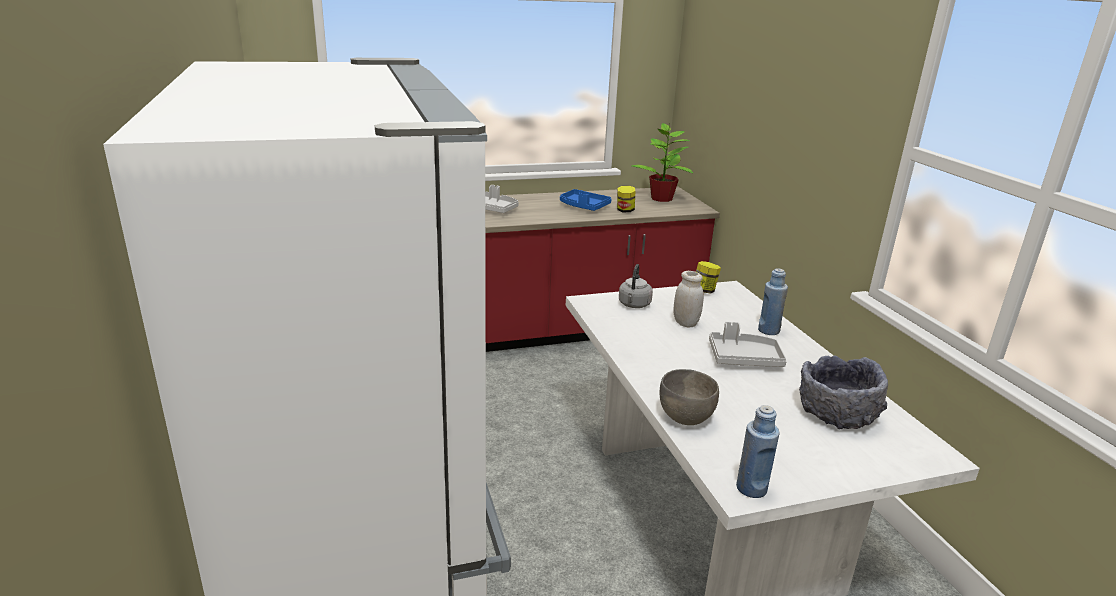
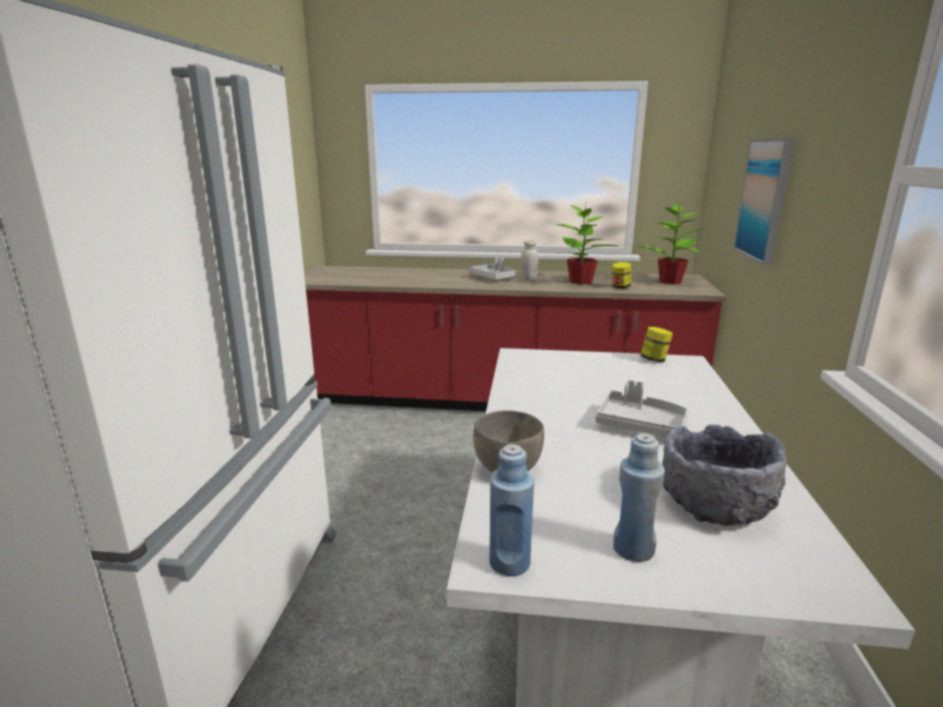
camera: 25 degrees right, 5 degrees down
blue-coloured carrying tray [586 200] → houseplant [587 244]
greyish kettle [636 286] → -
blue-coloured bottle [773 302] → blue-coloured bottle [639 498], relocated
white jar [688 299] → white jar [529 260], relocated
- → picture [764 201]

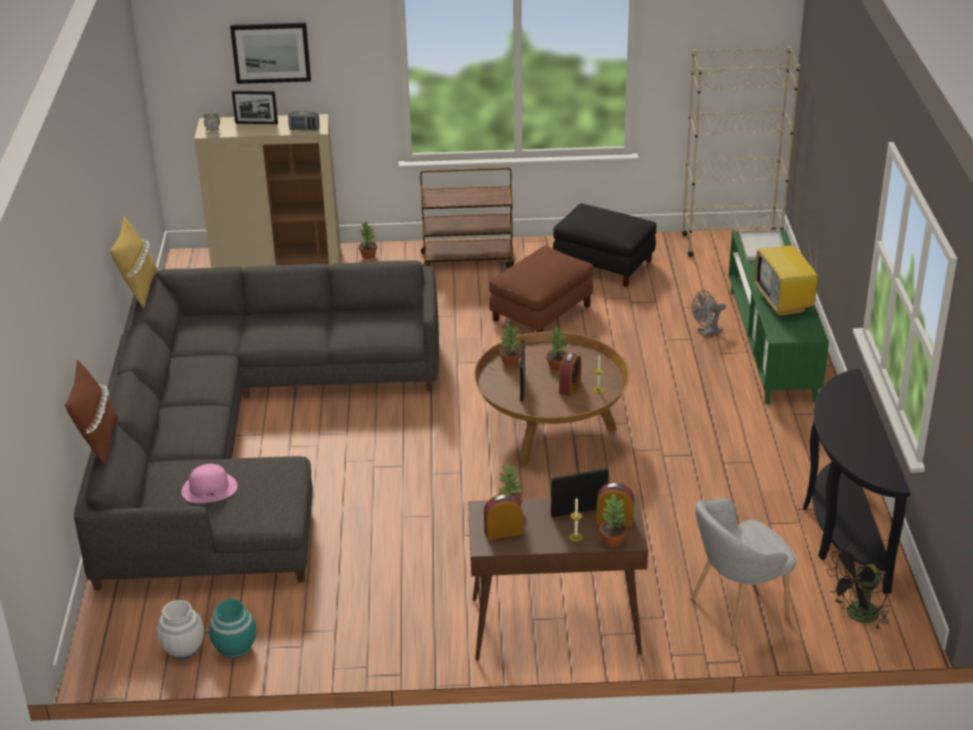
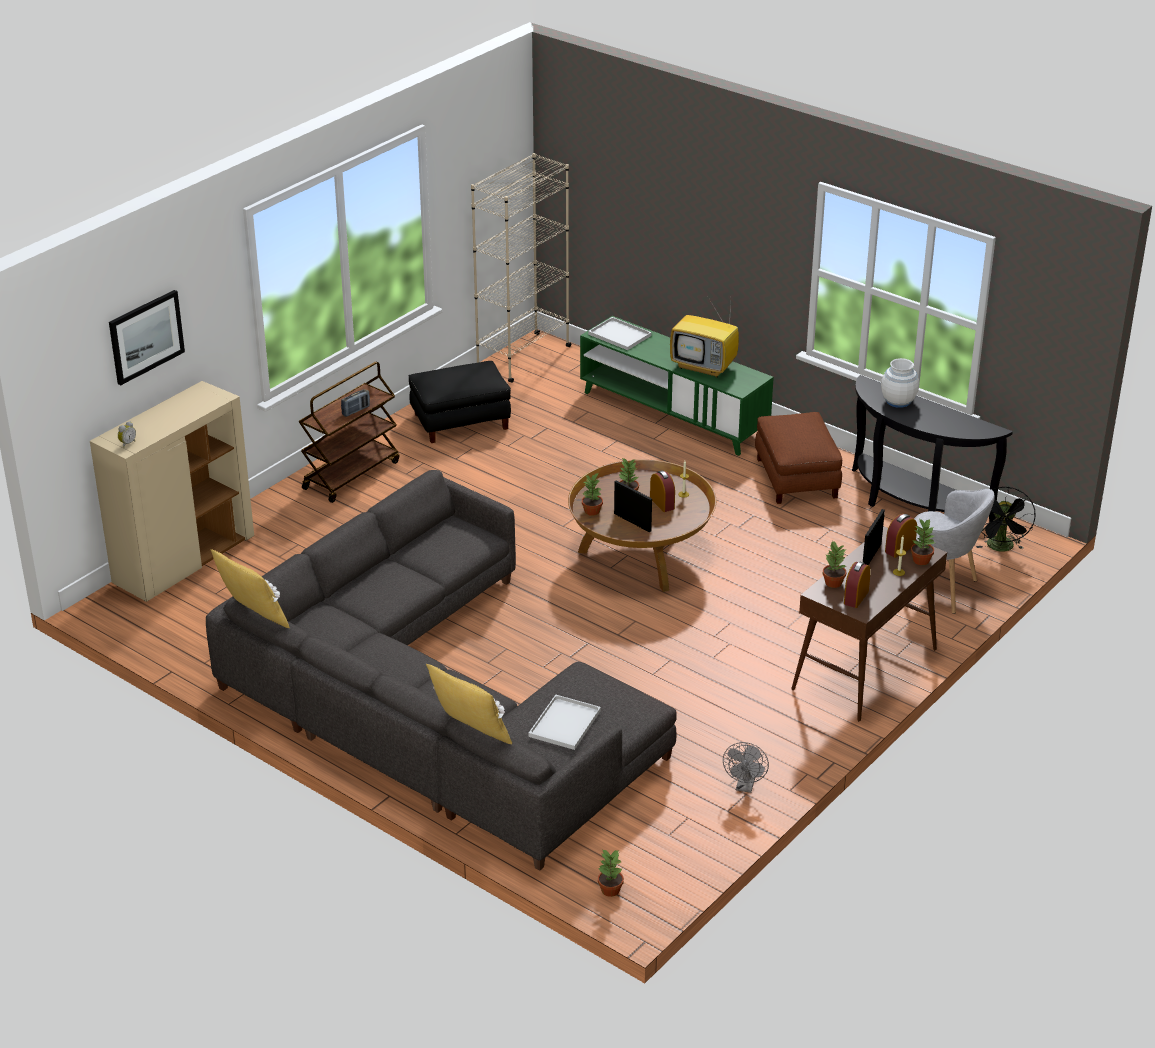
camera: 50 degrees left, 0 degrees up
picture frame [255 107] → -
radio receiver [304 121] → radio receiver [355 403], relocated
houseplant [368 240] → houseplant [611 873], relocated
brown footrest [541 289] → brown footrest [798 458], relocated
greyish cooling fan [709 313] → greyish cooling fan [746 767], relocated
brown throw pillow [91 413] → yellow throw pillow [469 704]
pinkish clothing hat [209 483] → white carrying tray [565 722]
greyish armchair [744 571] → greyish armchair [954 551], 75 degrees counterclockwise
turquoise vase [232 628] → -
white vase [180 629] → white vase [900 383], relocated

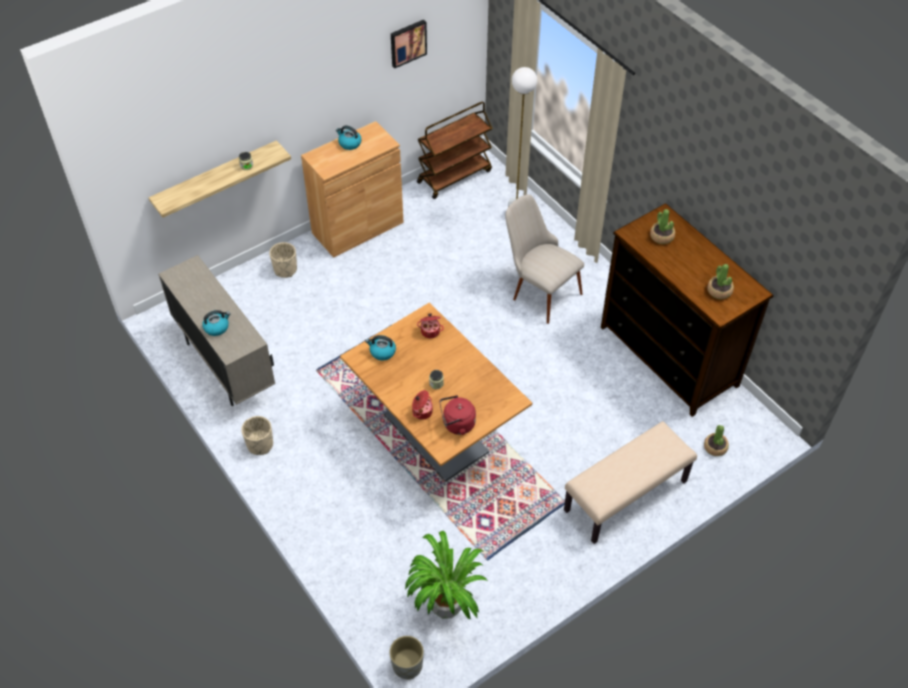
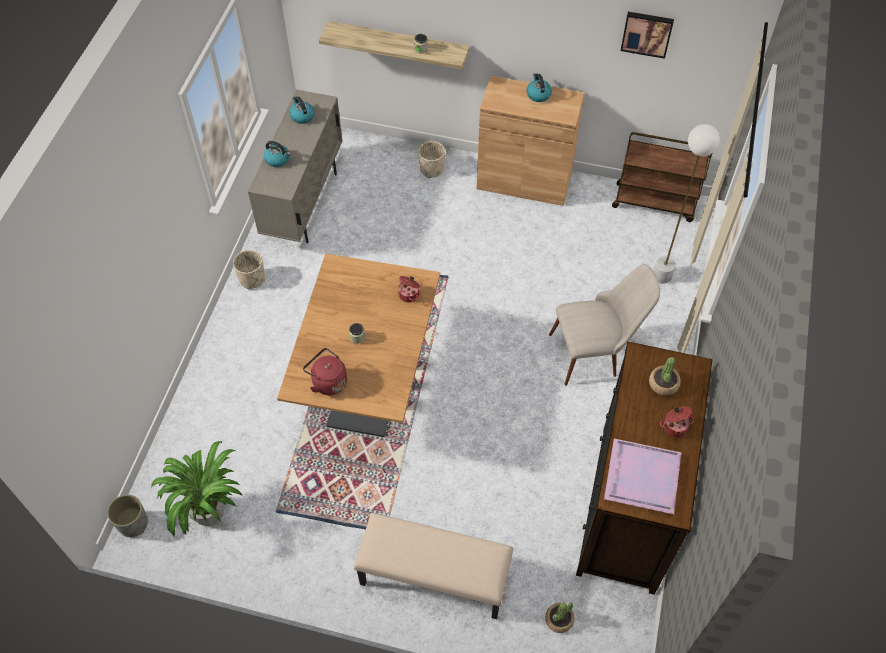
camera: 50 degrees right, 5 degrees up
sand-coloured chair [544 259] → sand-coloured chair [604 325], 75 degrees clockwise
houseplant [720 281] → purple carrying tray [642 476]
kettle [380 347] → kettle [302 110], relocated
stockpot [422 405] → stockpot [677 422], relocated

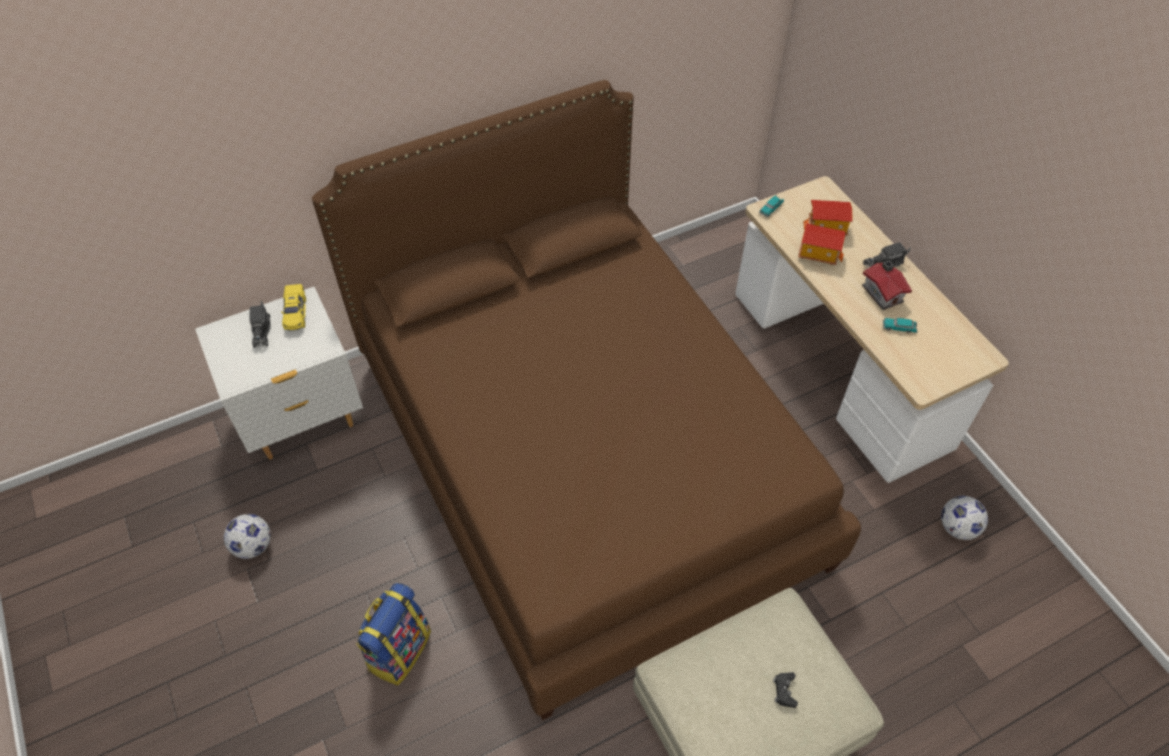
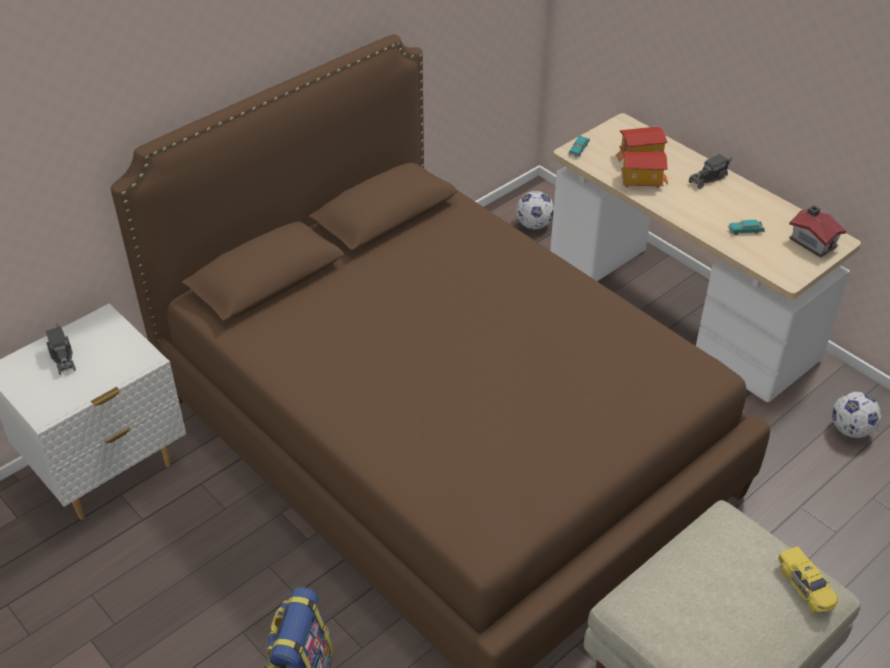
camera: 15 degrees left, 10 degrees down
model house [887 285] → model house [817 231], relocated
yellow miniature car [293 307] → yellow miniature car [808 580], relocated
football [247 536] → football [535 210], relocated
blackish gamepad [785 690] → -

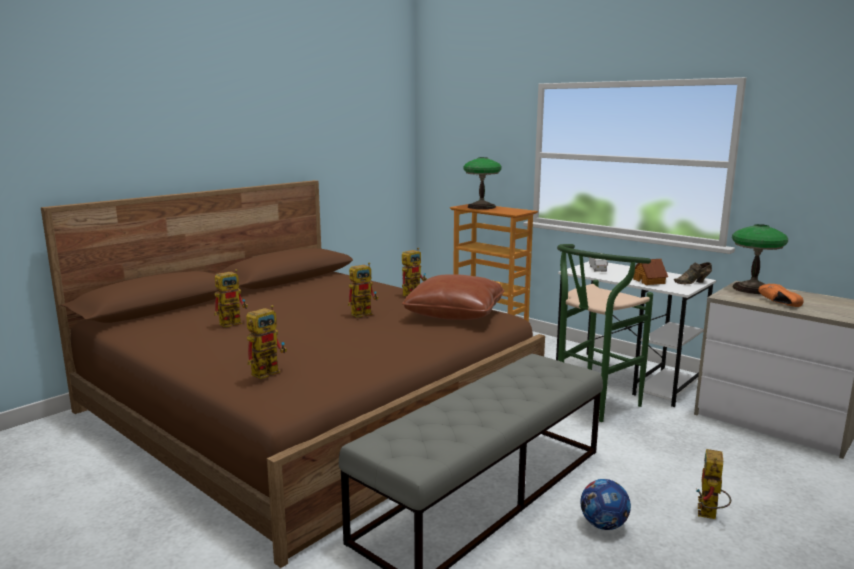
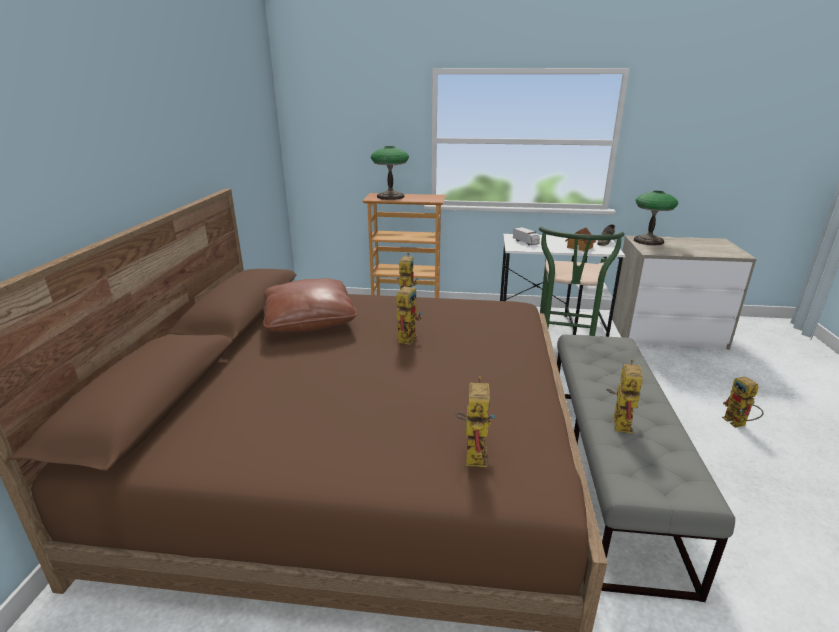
camera: 35 degrees left, 10 degrees up
toy robot [231 298] → toy robot [624 396], relocated
brown throw pillow [453 297] → brown throw pillow [310 305], relocated
orangey low shoe [781 295] → -
football [606 504] → -

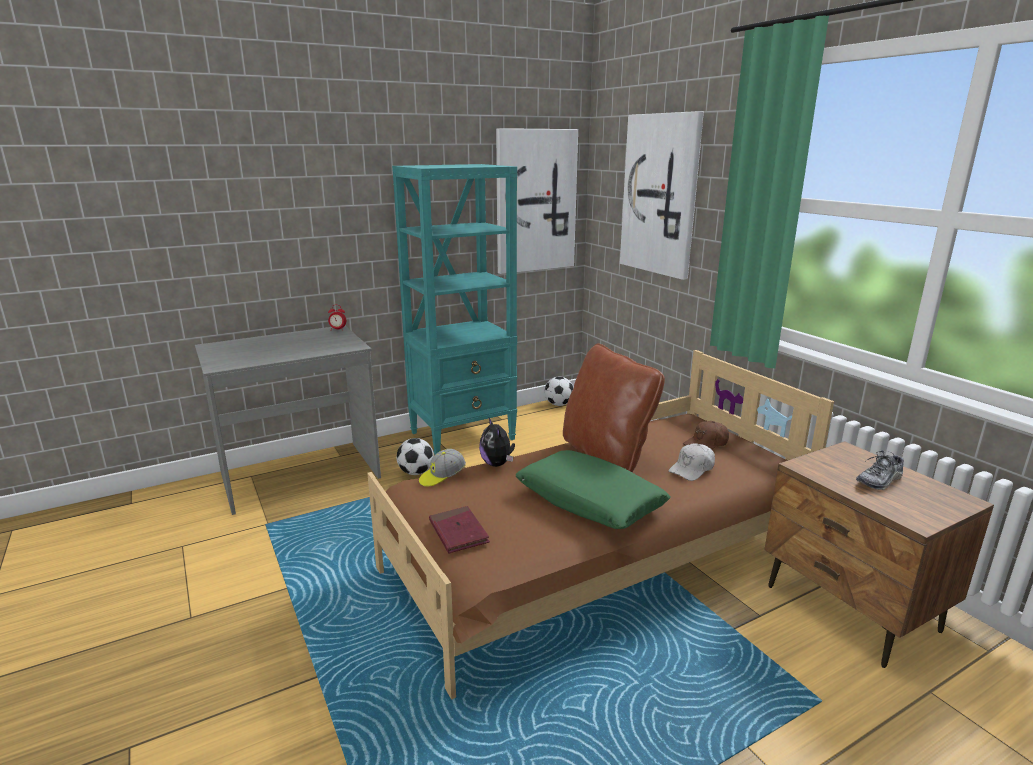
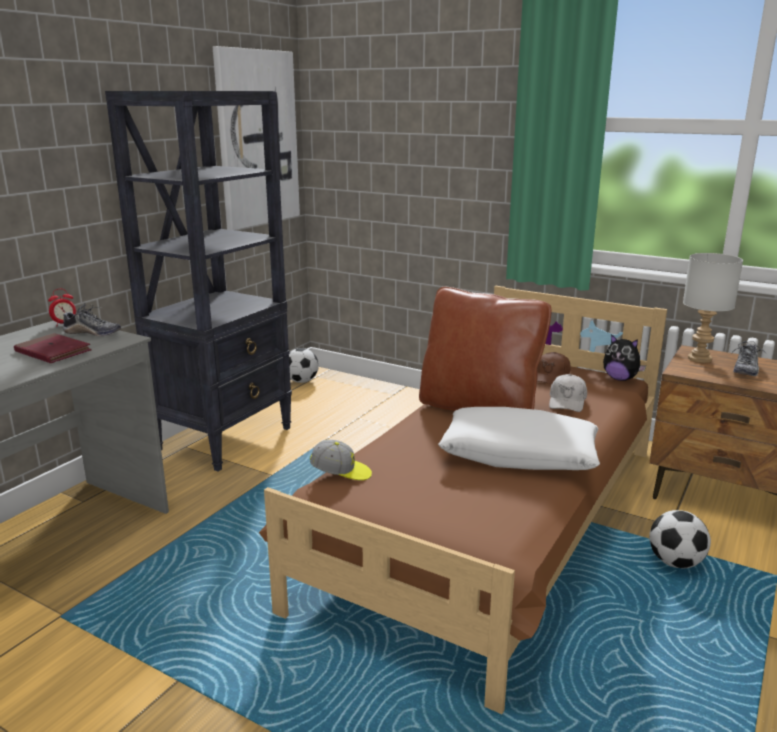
camera: 30 degrees left, 0 degrees up
picture [662 195] → -
turquoise bookshelf [454 309] → blackish bookshelf [198 281]
soft toy [497 442] → soft toy [624 357], relocated
football [415 456] → football [680 539], relocated
peaked cap [442 468] → peaked cap [341 460], 105 degrees counterclockwise
greenish throw pillow [593 489] → white throw pillow [519 438]
reddish book [459 529] → reddish book [53 348], relocated
- → greyish lamp for a table [713 308]
- → low shoe [92 319]

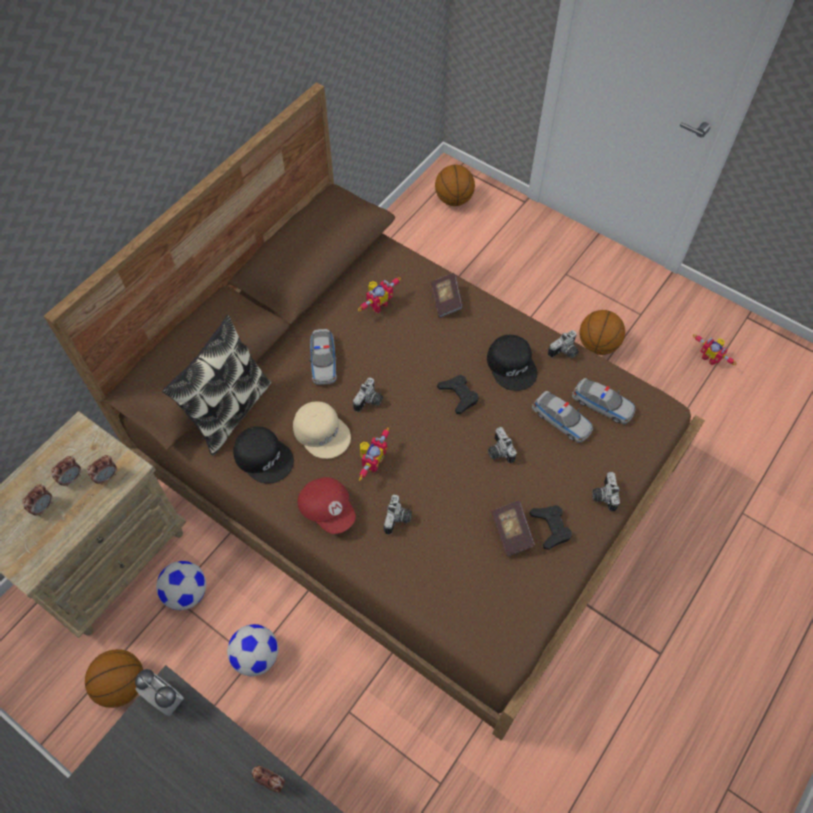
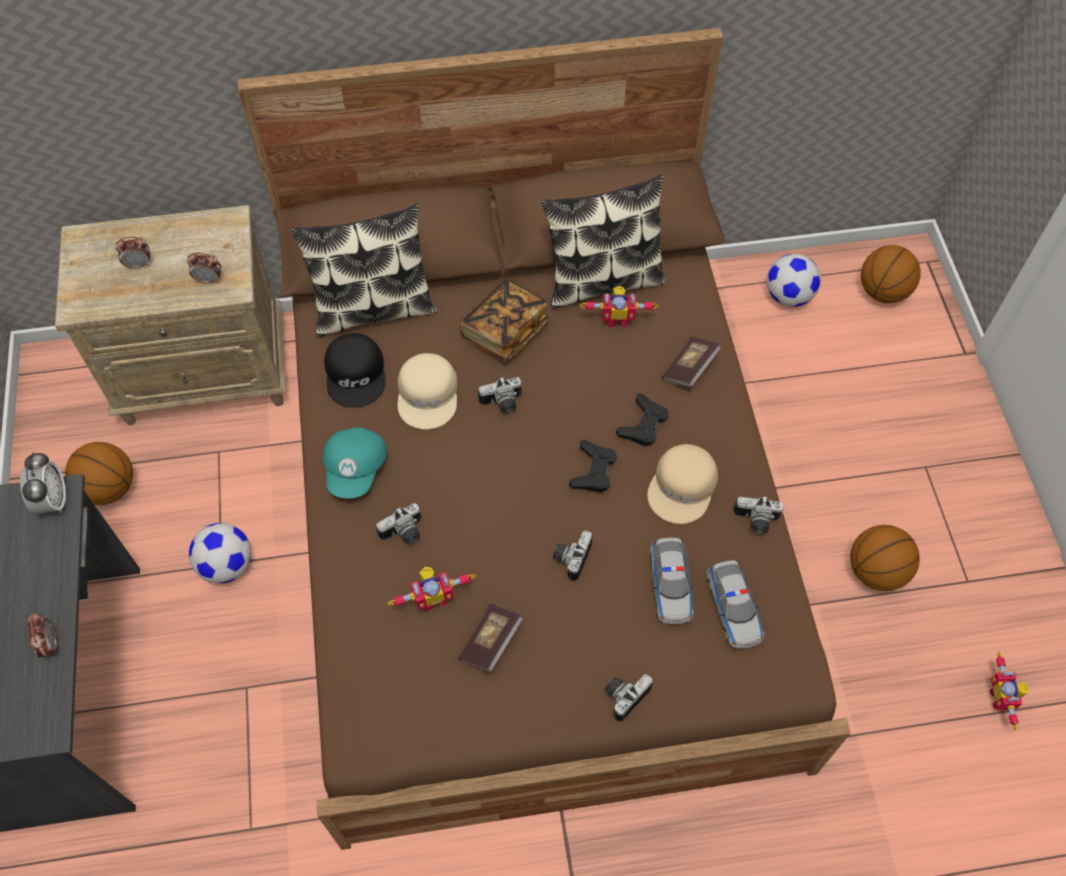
camera: 45 degrees right, 0 degrees up
miniature car [323 357] → book [504 320]
blackish peaked cap [512 363] → sand-coloured peaked cap [682 484]
toy robot [374 453] → toy robot [431 589], relocated
alarm clock [66 471] → -
reddish peaked cap [327 505] → turquoise peaked cap [354 463]
blackish gamepad [550 527] → blackish gamepad [642 420], relocated
football [181 585] → football [794 280], relocated
- → throw pillow [603 242]

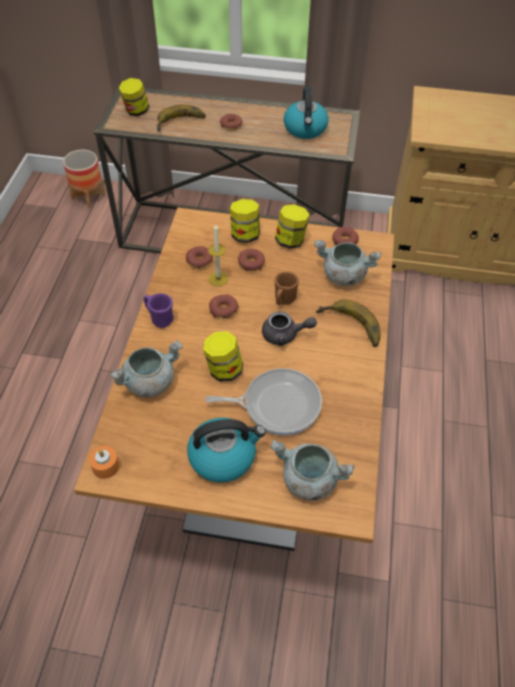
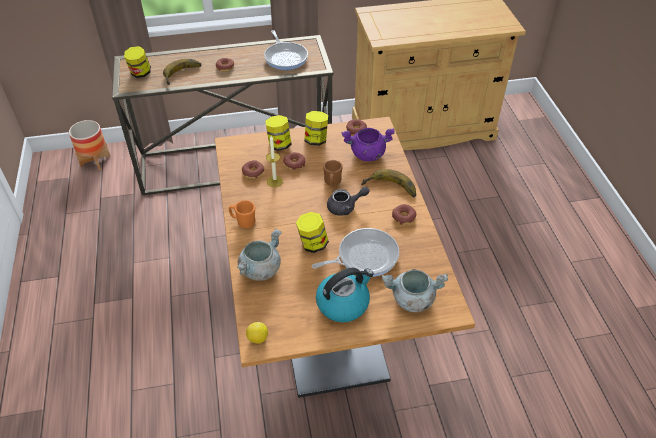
camera: 20 degrees left, 5 degrees down
kettle [306 113] → skillet [286 50]
greyish stockpot [347 263] → purple stockpot [368 144]
purple tea mug [158 310] → orangey tea mug [242 214]
doughnut [224 306] → doughnut [404 214], relocated
orangey wax candle [104 462] → whole lemon [257 333]

